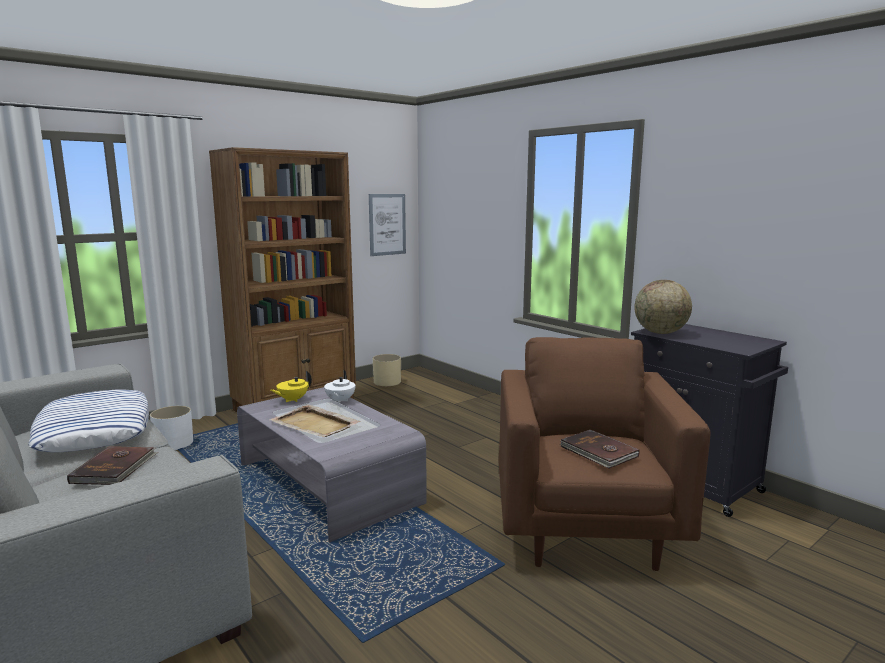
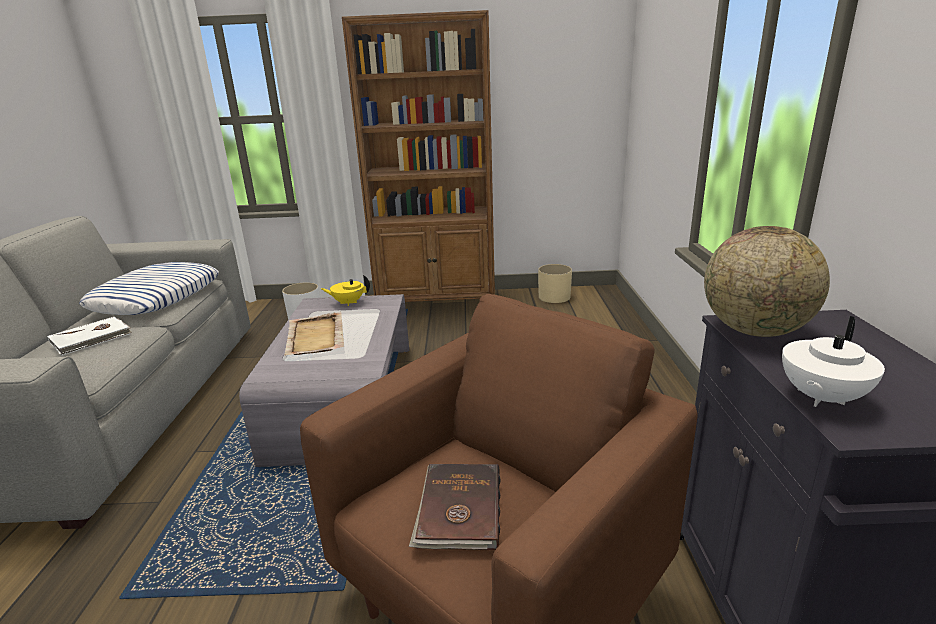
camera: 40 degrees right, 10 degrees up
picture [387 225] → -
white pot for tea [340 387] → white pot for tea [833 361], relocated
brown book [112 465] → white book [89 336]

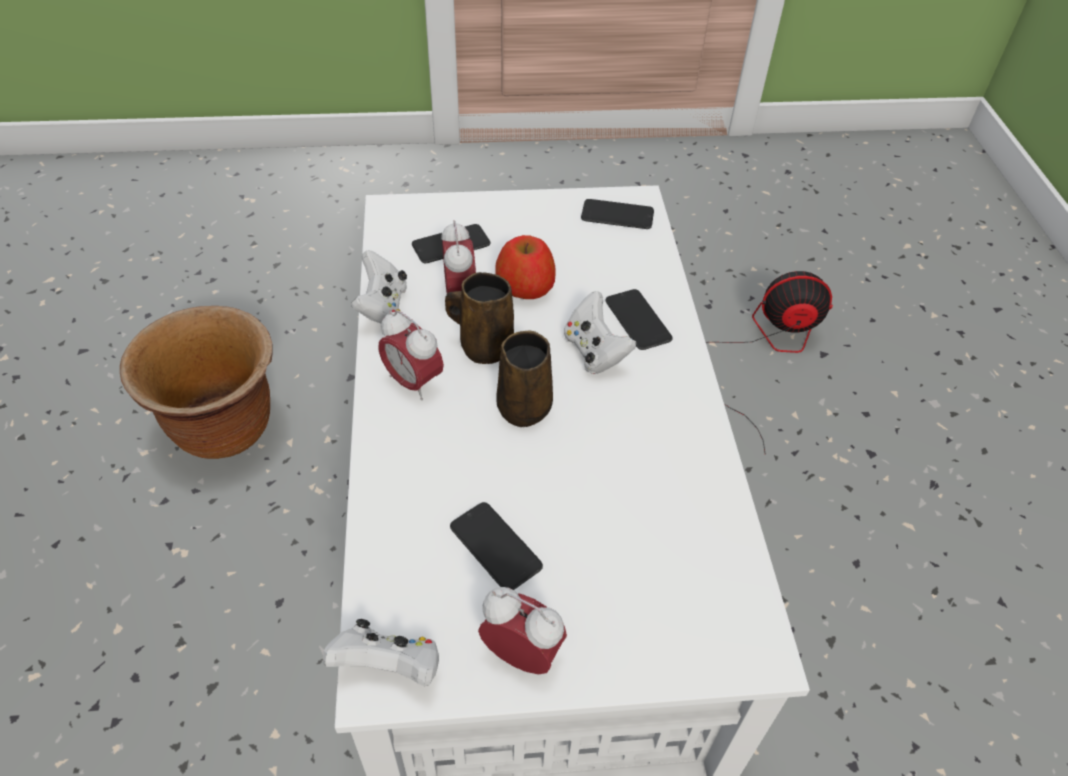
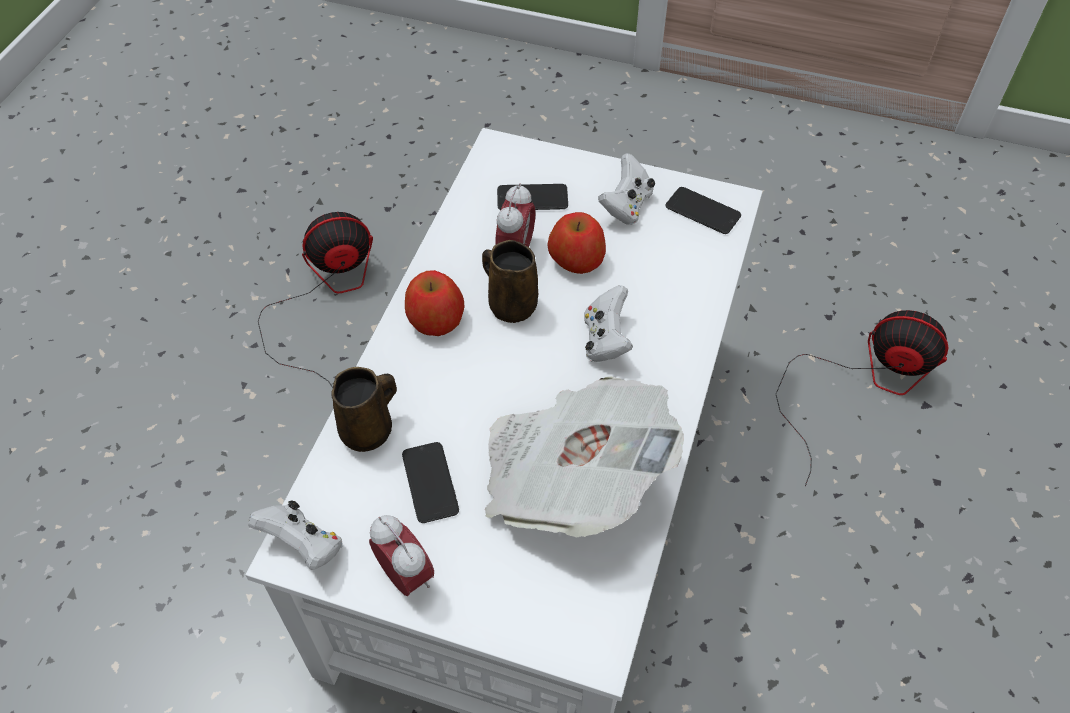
camera: 25 degrees right, 5 degrees up
white gamepad [379 286] → white gamepad [626 189], relocated
phone [639 319] → -
brown plant pot [196 382] → cooling fan [315 300]
alarm clock [411 355] → whole apple [434 303]
brown tea mug [524 379] → brown tea mug [364 409], relocated
- → daily paper [584 457]

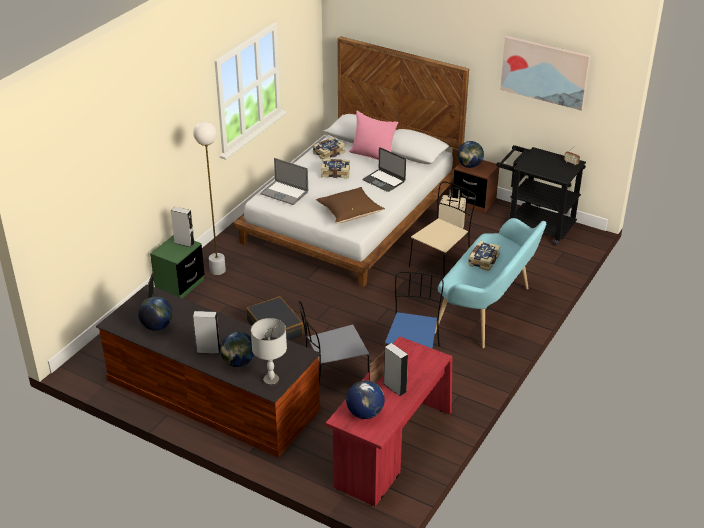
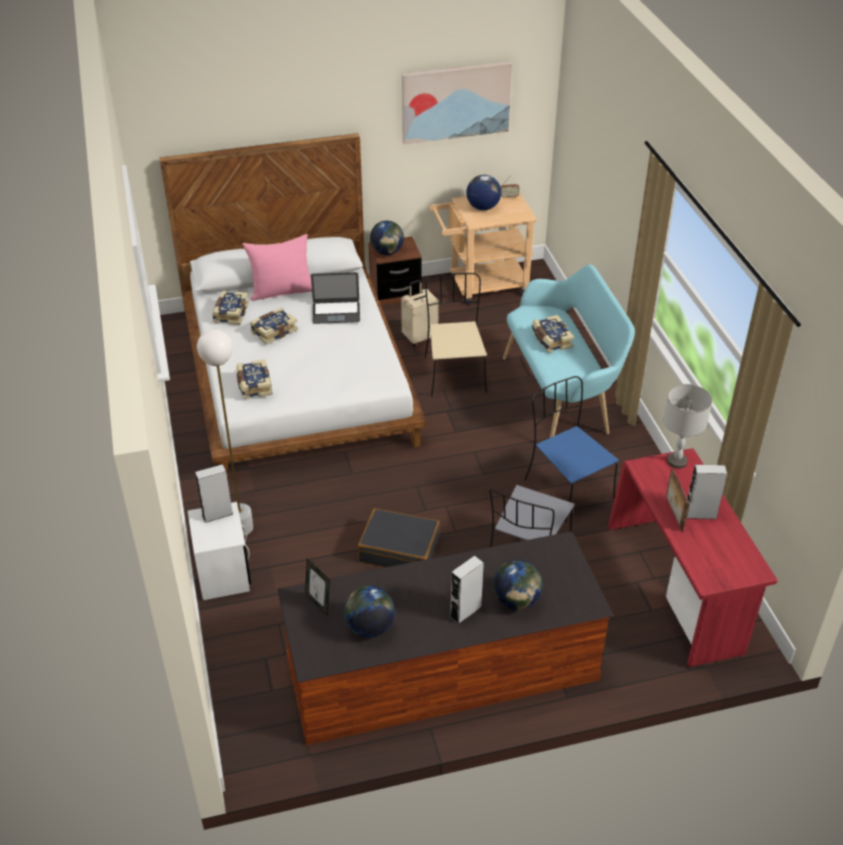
camera: 45 degrees left, 5 degrees up
blackish cart [541 195] → sand-coloured cart [483 248]
laptop [284 181] → book [254 379]
brown throw pillow [350 205] → -
greenish night table [177 266] → white night table [219 551]
greyish lamp for a table [269 352] → greyish lamp for a table [687 426], relocated
world globe [365 399] → world globe [483 192], relocated

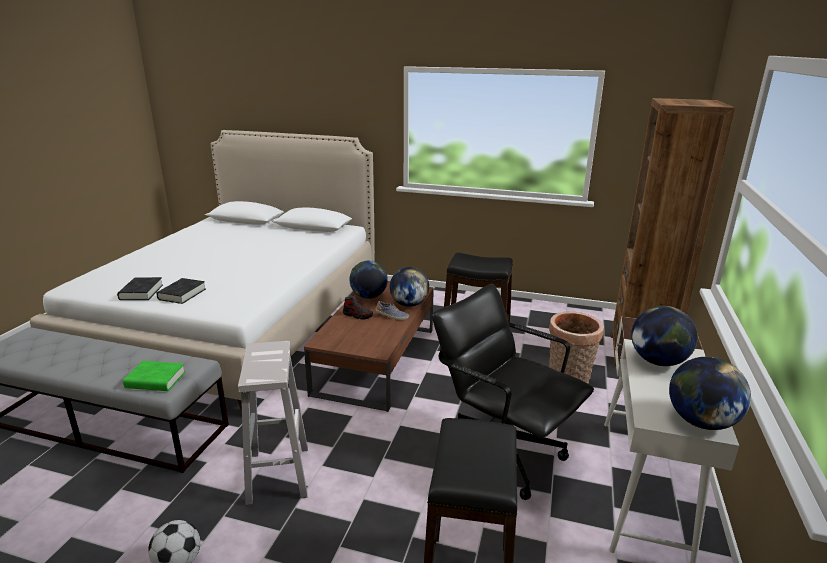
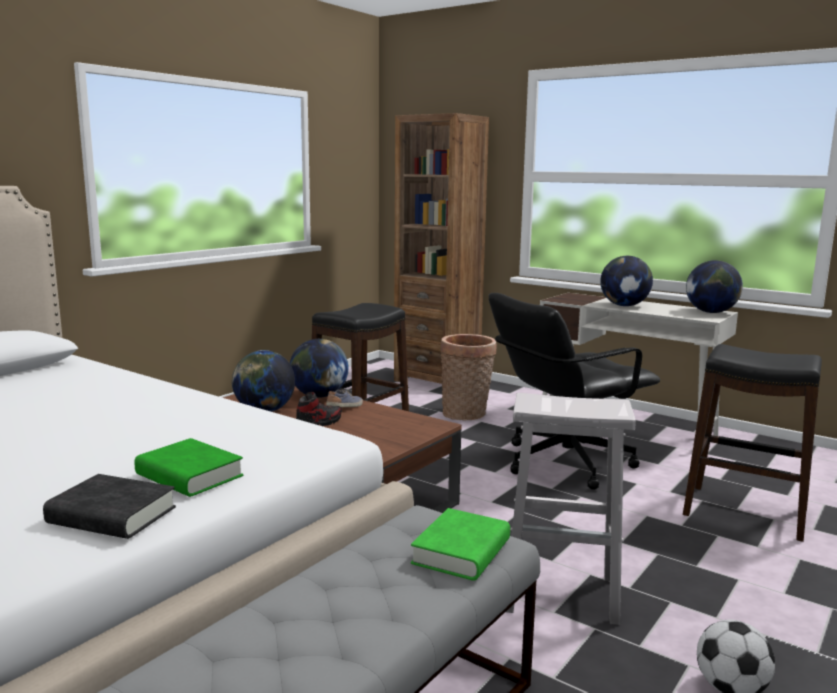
camera: 70 degrees left, 10 degrees down
blackish book [181 291] → greenish book [188 467]

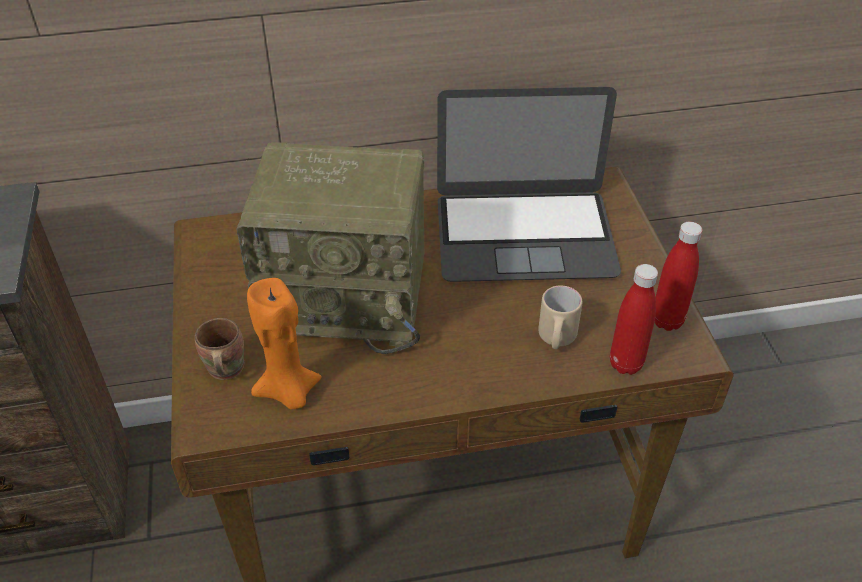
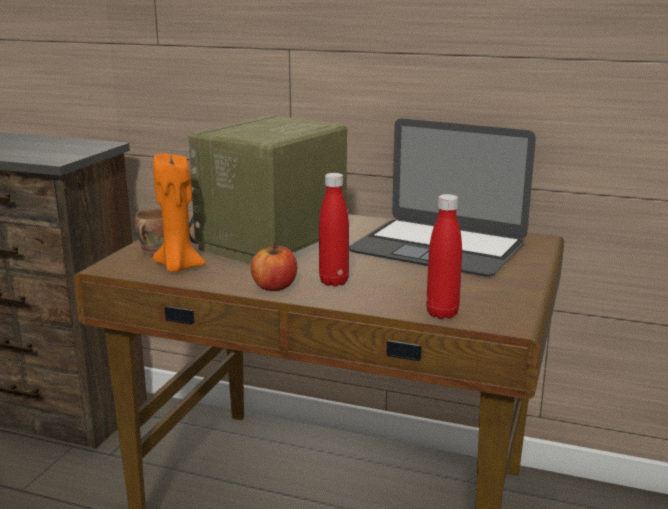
camera: 30 degrees right, 25 degrees down
radio receiver [330 248] → radio receiver [267 189], 90 degrees clockwise
reddish bottle [678 276] → reddish bottle [334 230], relocated
sand-coloured tea mug [560 317] → -
- → whole apple [274 267]

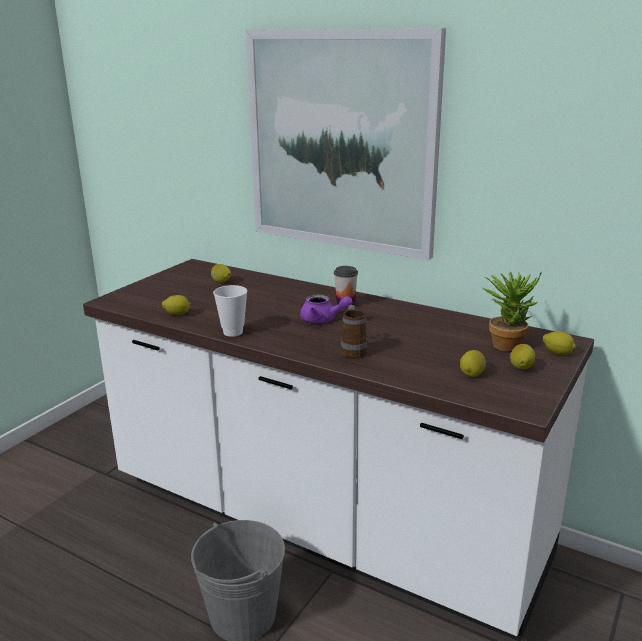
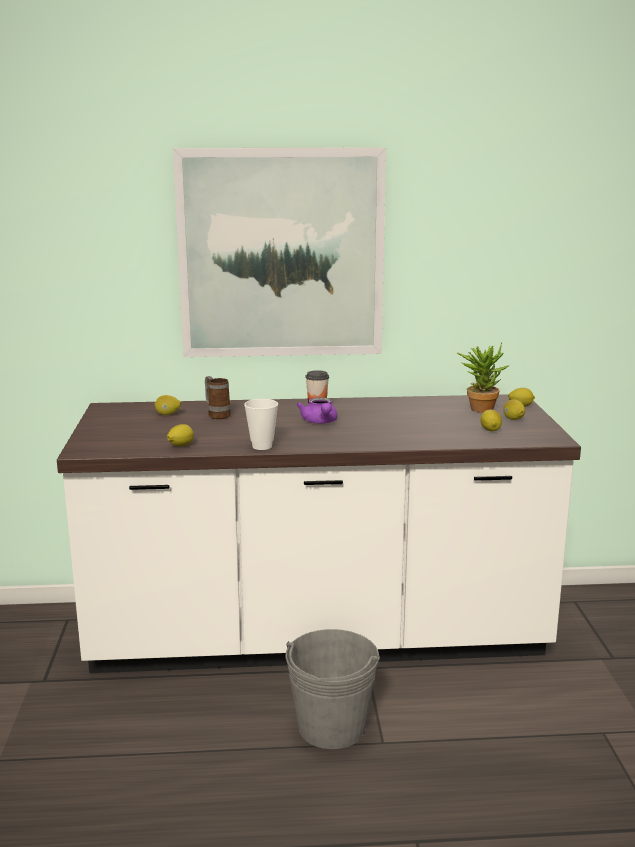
camera: 35 degrees left, 5 degrees down
purple pot for tea [326 309] → purple pot for tea [317 410], 90 degrees clockwise
tea mug [354 331] → tea mug [218 397], relocated

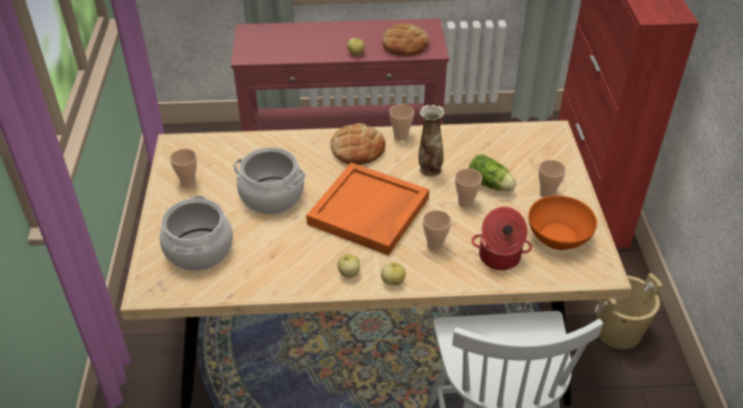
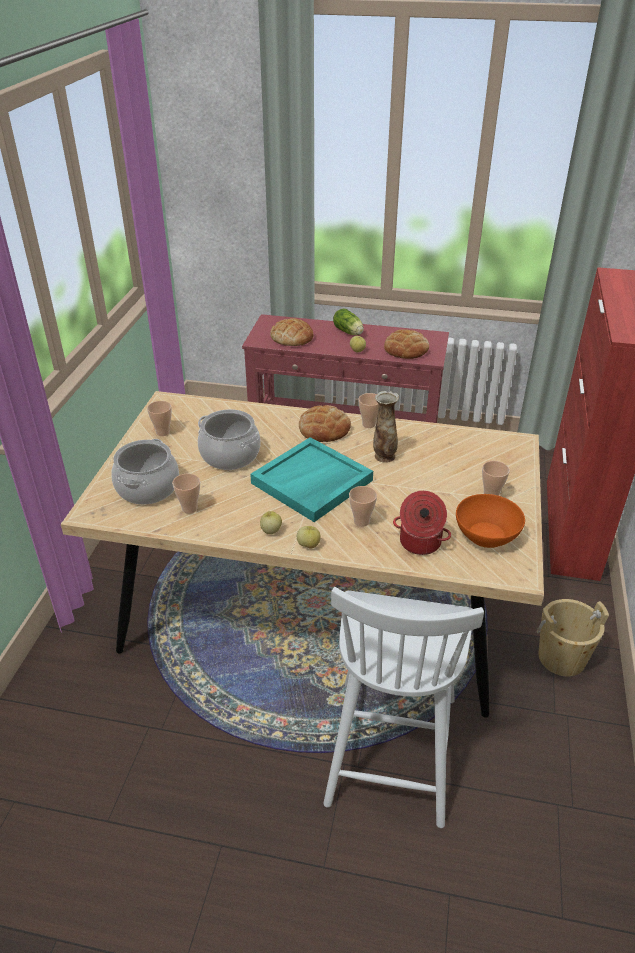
camera: 15 degrees right, 5 degrees down
lettuce [492 172] → lettuce [348 322], relocated
orangey carrying tray [367 209] → turquoise carrying tray [311 479]
small cup [468 188] → small cup [186 494], relocated
- → bakery bread [292 332]

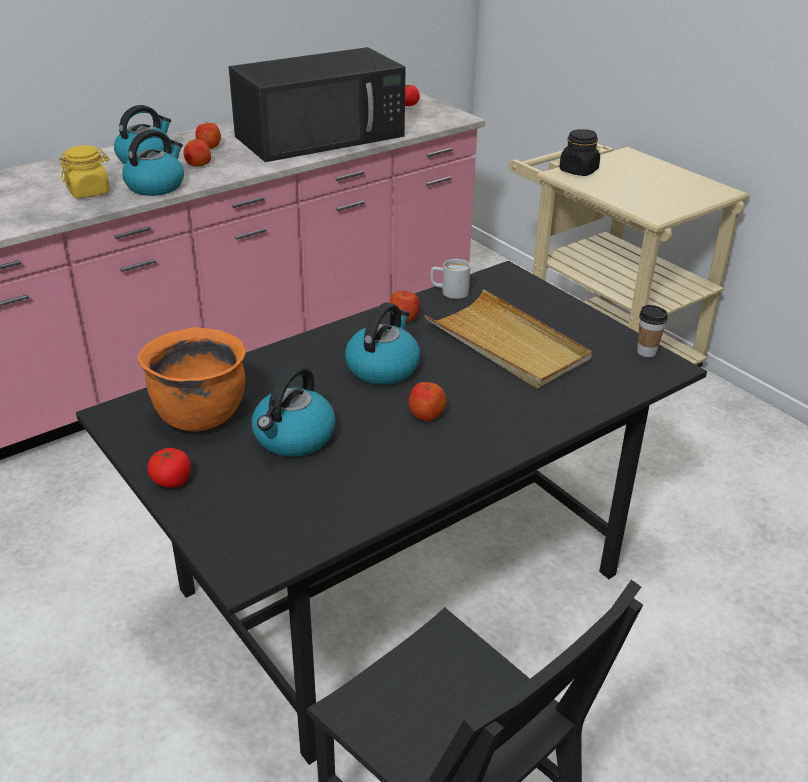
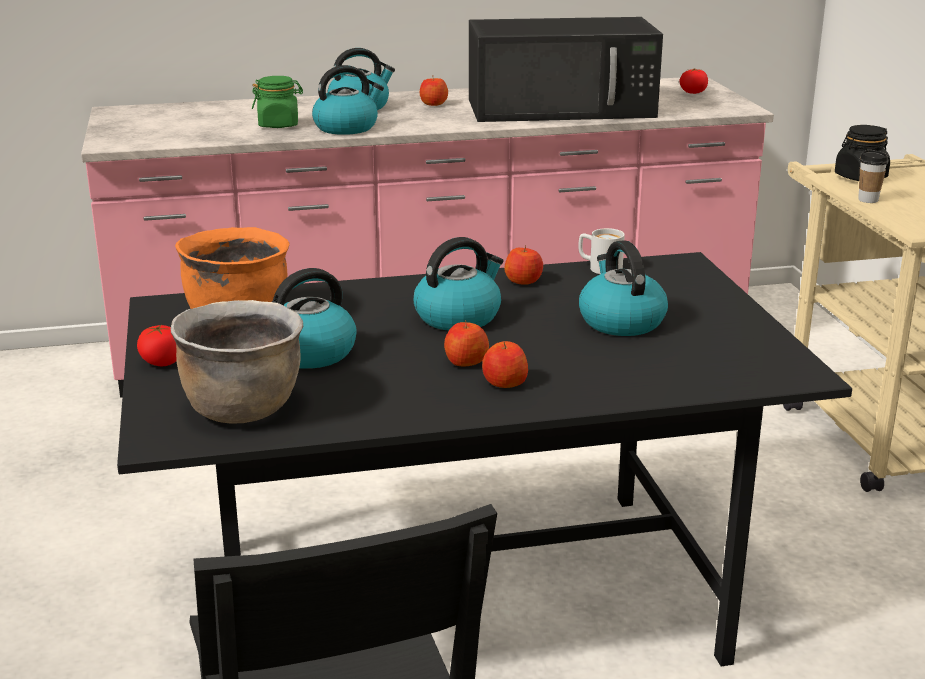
camera: 25 degrees right, 10 degrees down
whole apple [197 153] → whole apple [505 364], relocated
yellow jar [84 171] → greenish jar [277 102]
sand-coloured carrying tray [508 338] → kettle [623 288]
small cup [652 331] → small cup [873 176], relocated
- → brown stockpot [237 362]

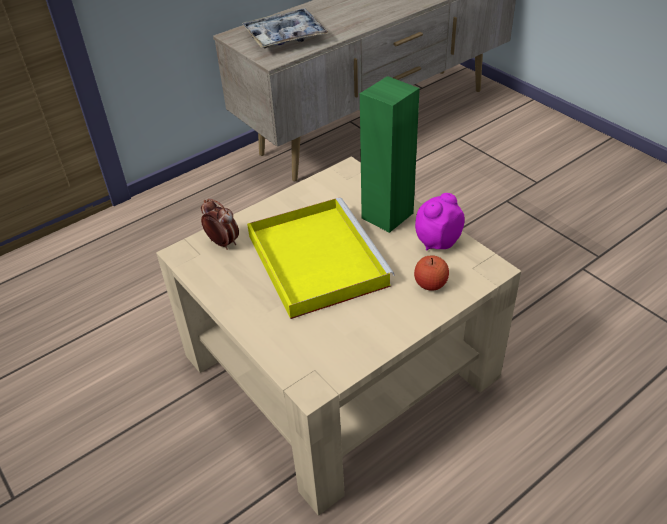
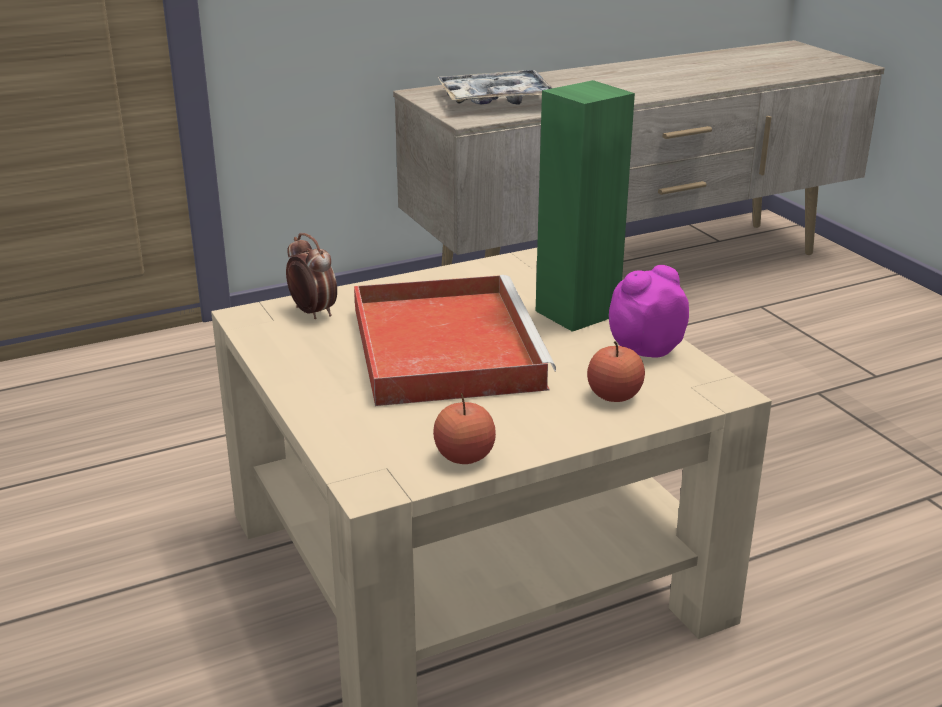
camera: 10 degrees right, 15 degrees down
yellow carrying tray [321 258] → reddish carrying tray [455 340]
- → whole apple [464 428]

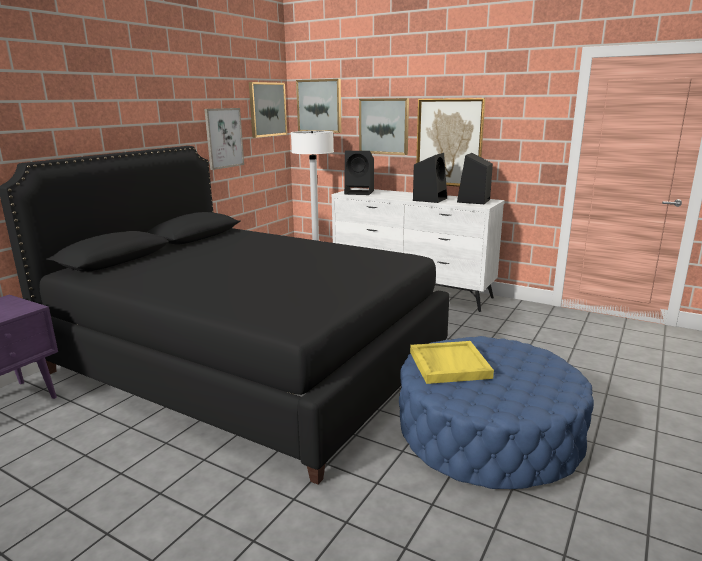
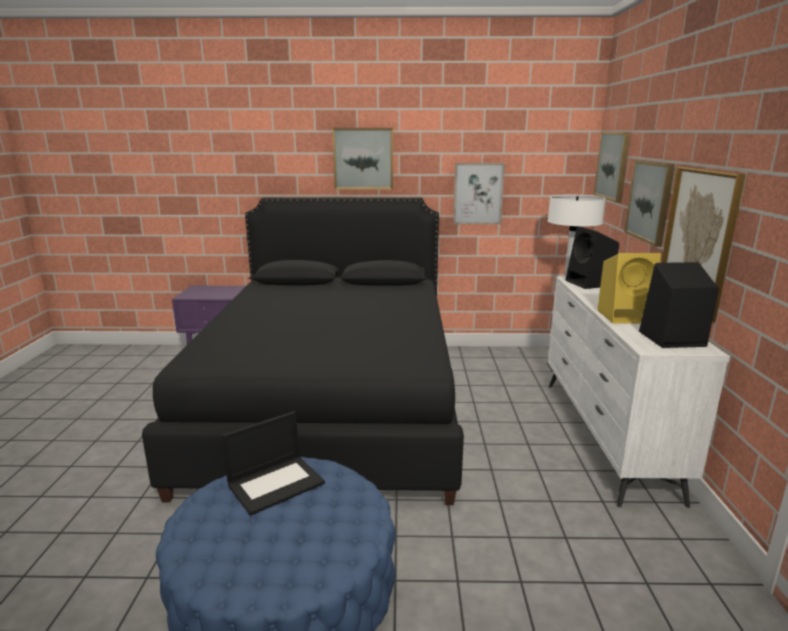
camera: 60 degrees right, 0 degrees up
picture [268 110] → picture [362 159], relocated
blackish loudspeaker [430 178] → yellow loudspeaker [629 288]
yellow carrying tray [452 362] → laptop [273 463]

